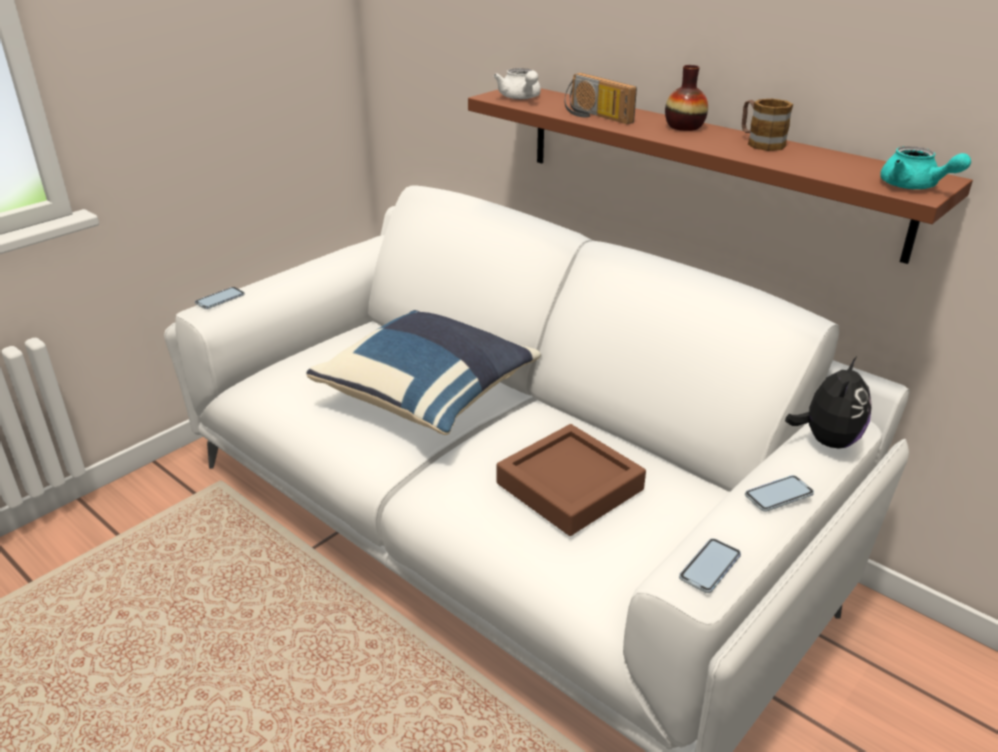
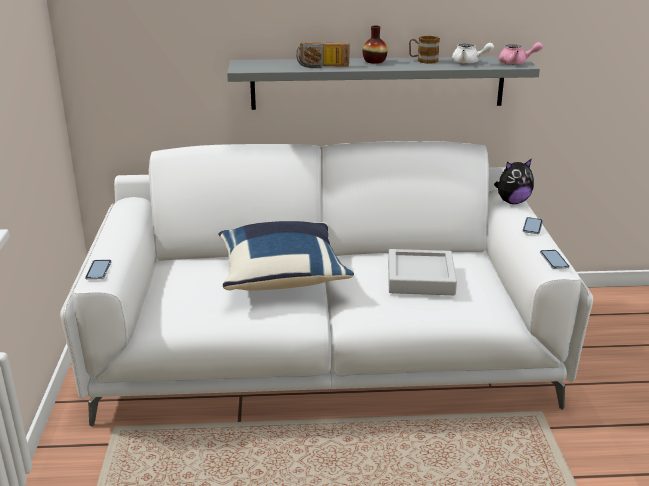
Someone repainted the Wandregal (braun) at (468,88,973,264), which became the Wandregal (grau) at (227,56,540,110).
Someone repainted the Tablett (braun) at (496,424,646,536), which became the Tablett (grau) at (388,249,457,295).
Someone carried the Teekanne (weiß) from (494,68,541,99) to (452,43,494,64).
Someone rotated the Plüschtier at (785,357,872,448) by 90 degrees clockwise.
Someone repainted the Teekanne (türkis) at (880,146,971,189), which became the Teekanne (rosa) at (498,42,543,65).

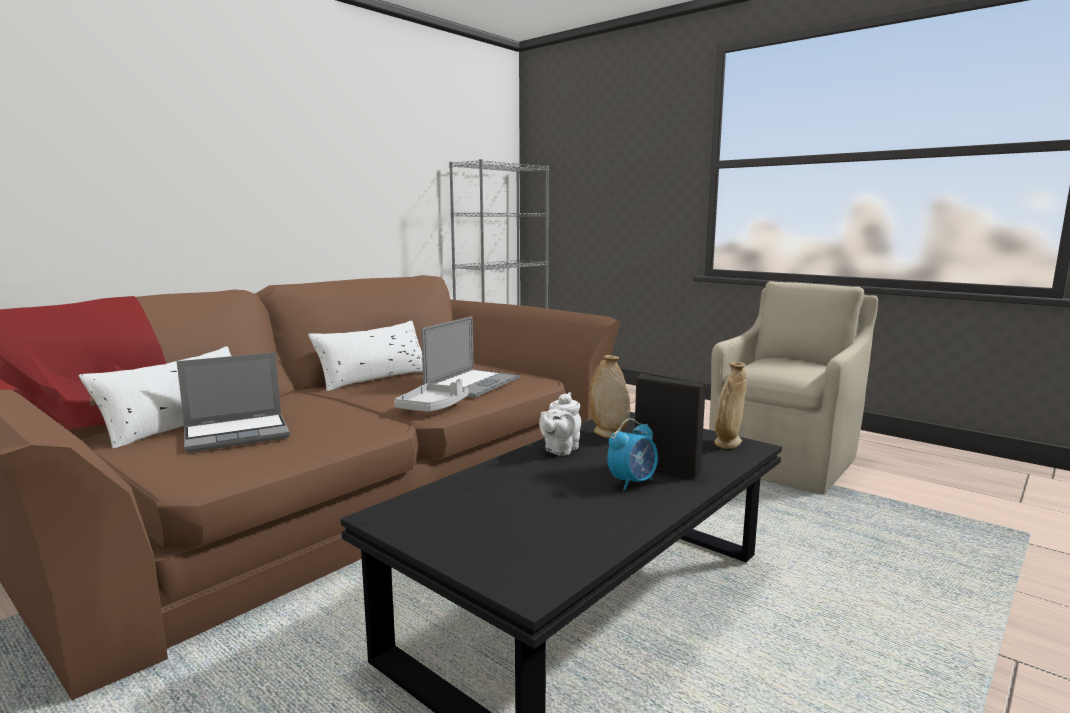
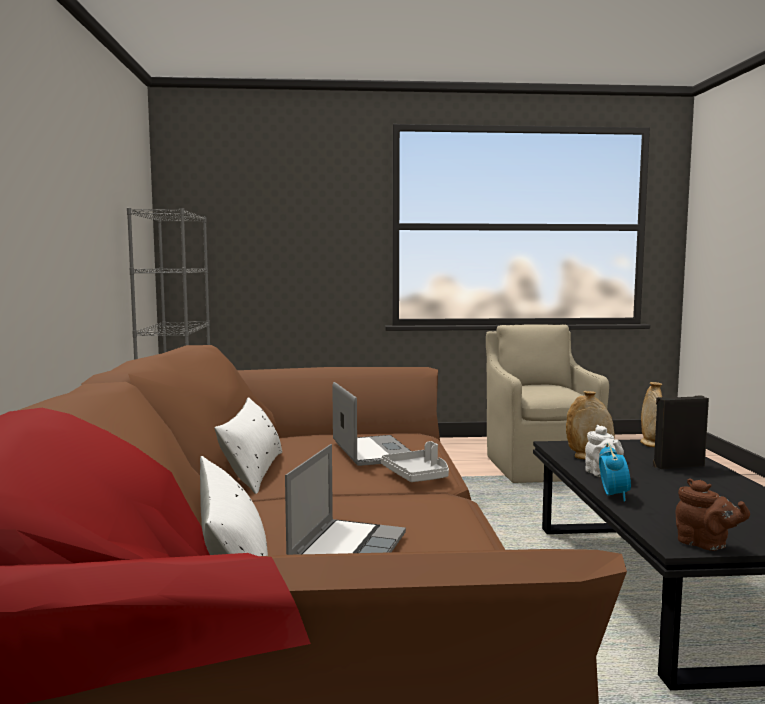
Someone carried the Wecker from (607,418,658,490) to (599,443,631,501).
Someone put down the Teekanne (braun) at (675,478,750,551).

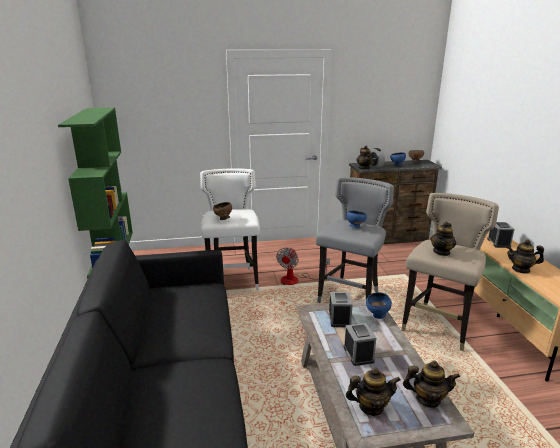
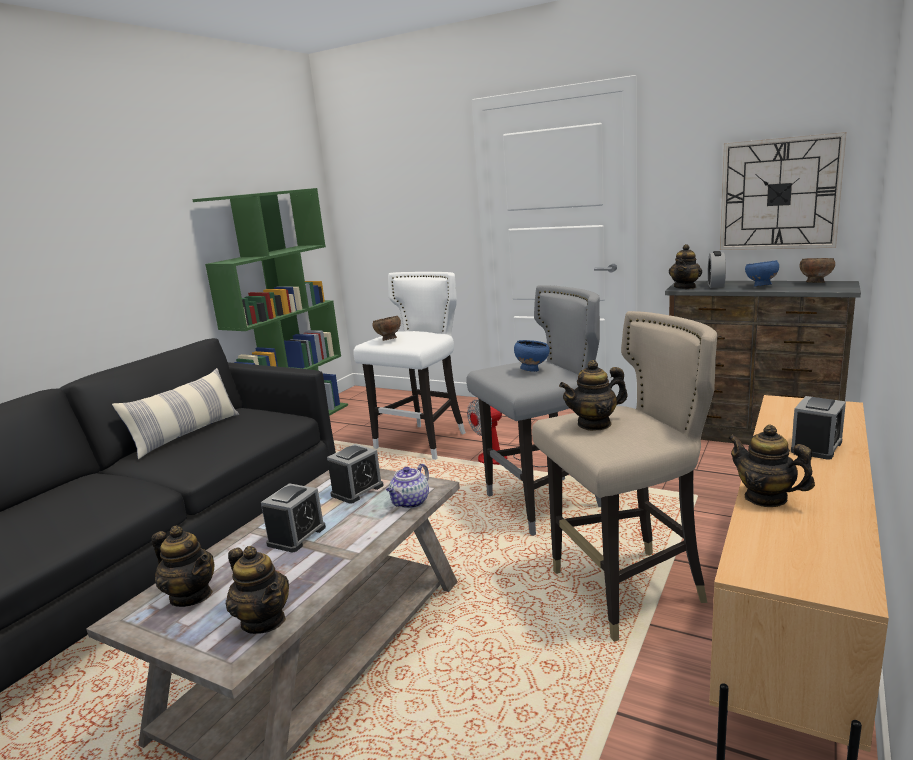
Someone put down the Kissen at (112,368,239,459).
Someone swapped the Schüssel (blau) at (366,292,392,319) for the Teekanne at (386,464,429,508).
Someone put up the Wanduhr at (720,132,846,250).

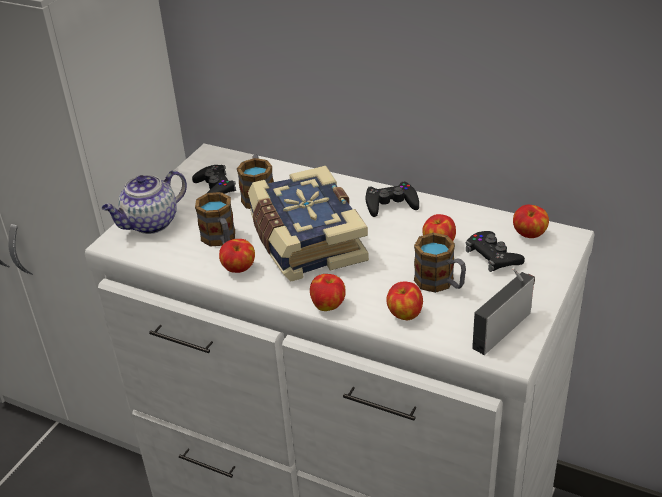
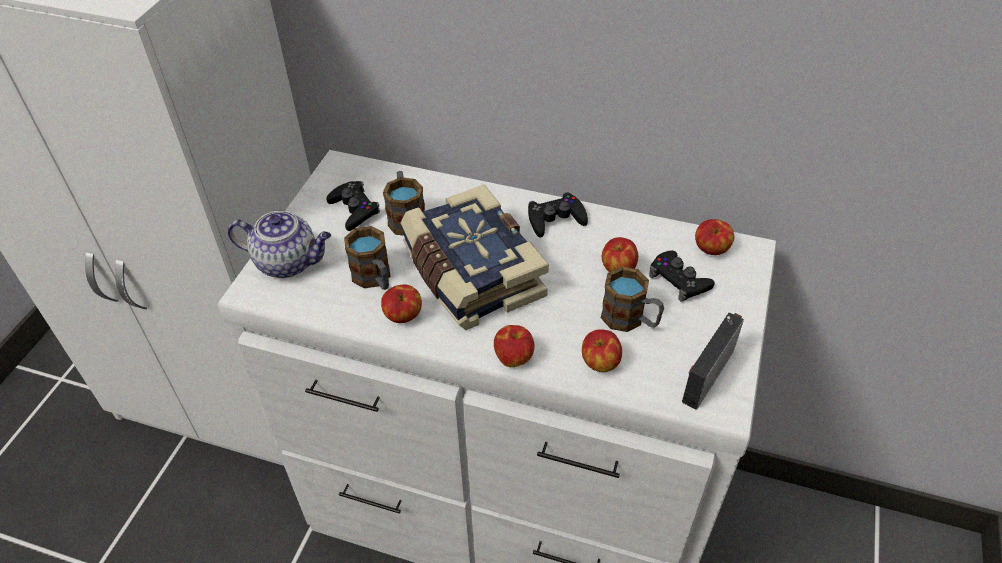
Someone rotated the Teekanne at (102,170,187,234) by 120 degrees counterclockwise.

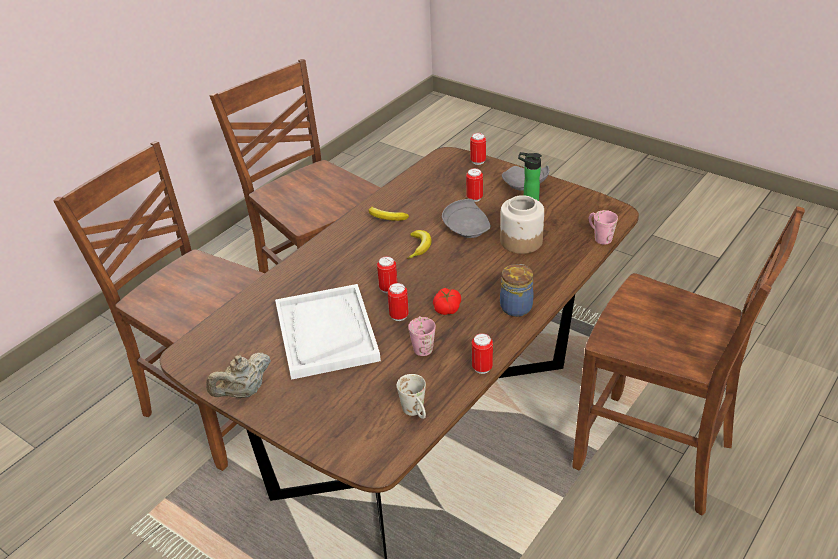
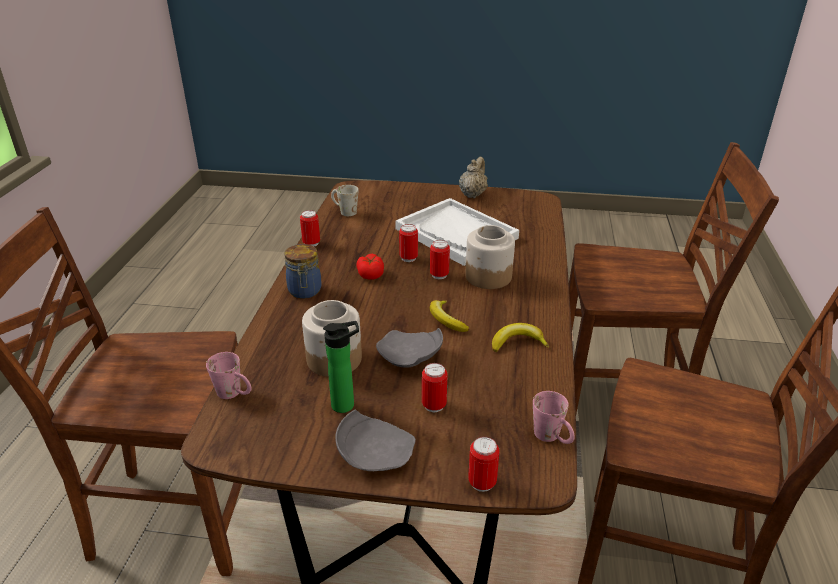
Someone put down the Vorratsglas at (465,225,515,289).
Someone carried the Henkelbecher (rosa) from (408,316,436,356) to (533,391,575,444).

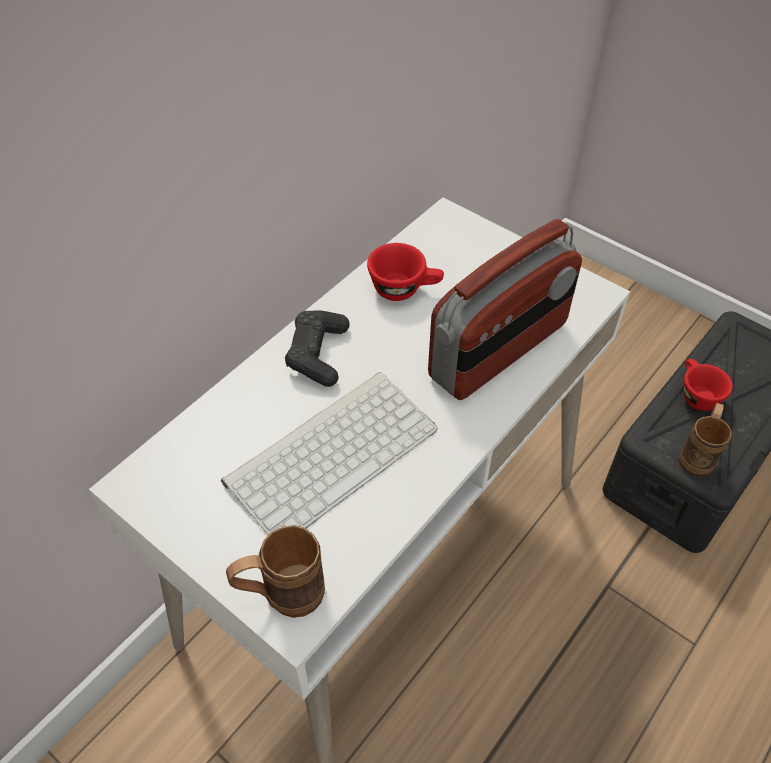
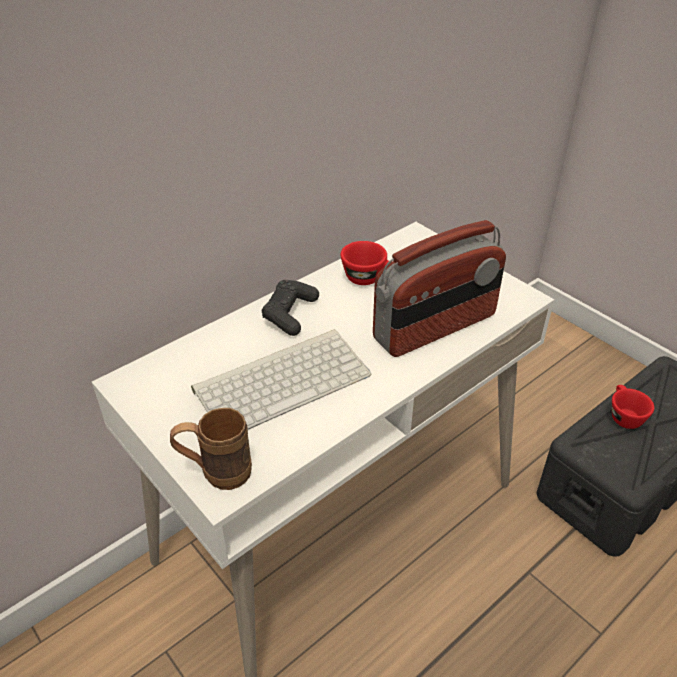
Someone took away the Henkelbecher (braun) at (678,403,732,477).

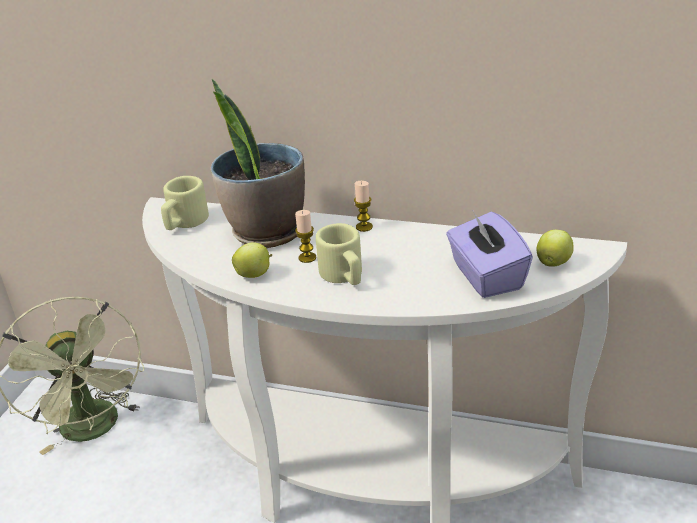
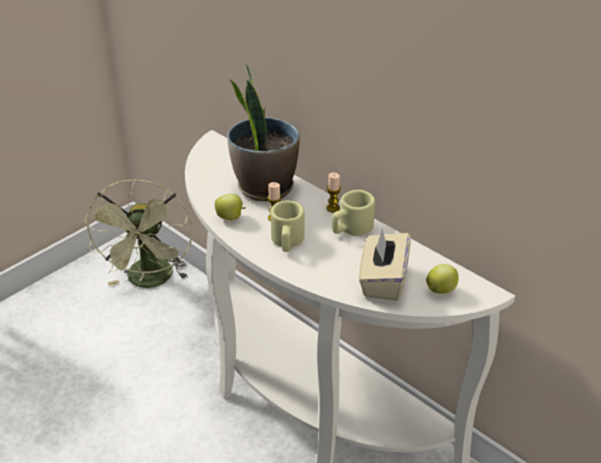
Someone carried the Henkelbecher (beige) from (161,176,209,230) to (332,190,375,236).
Someone repainted the Taschentuchbox (lila) at (446,211,533,298), which became the Taschentuchbox (beige) at (359,229,411,301).

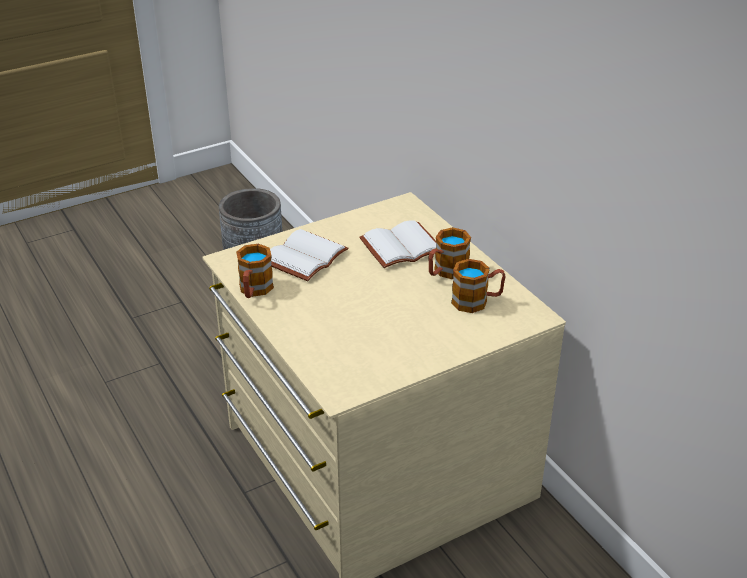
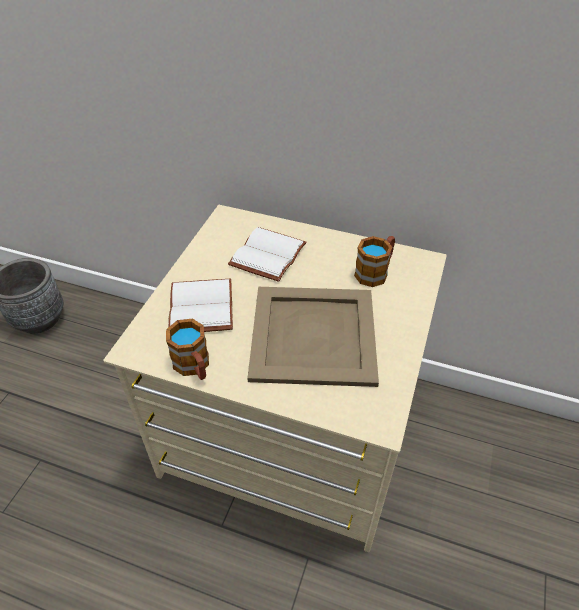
Someone put down the Tablett (beige) at (247,287,379,387).
Someone took away the Henkelbecher at (428,227,471,279).

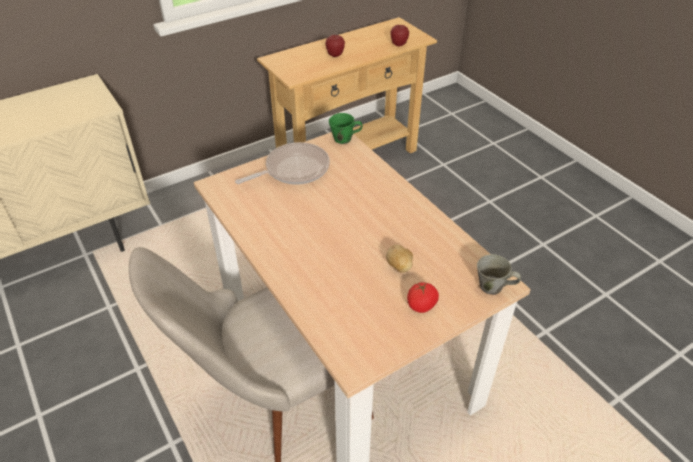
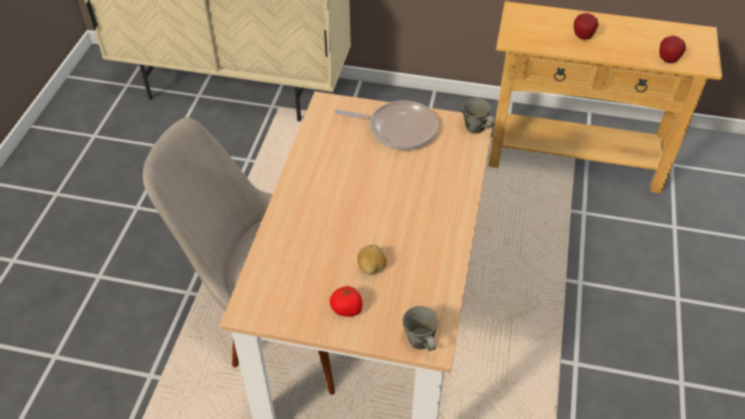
Someone repainted the Henkelbecher (grün) at (329,113,362,144), which became the Henkelbecher (grau) at (462,98,495,134).

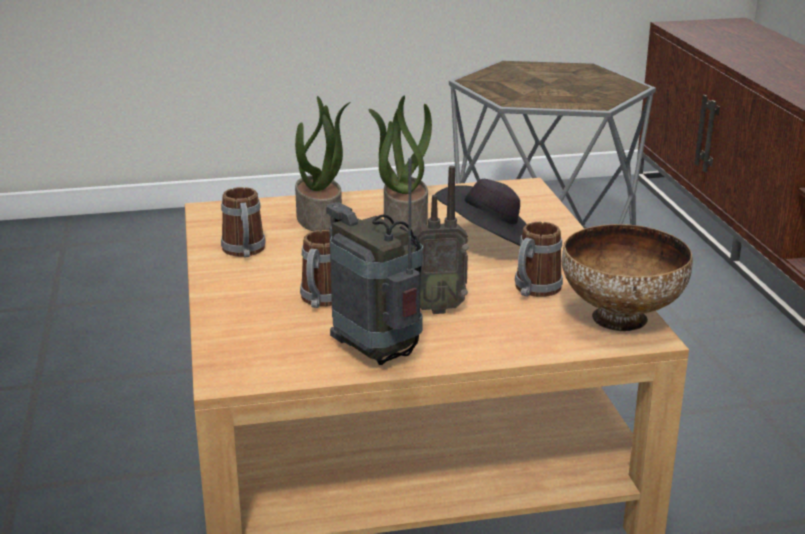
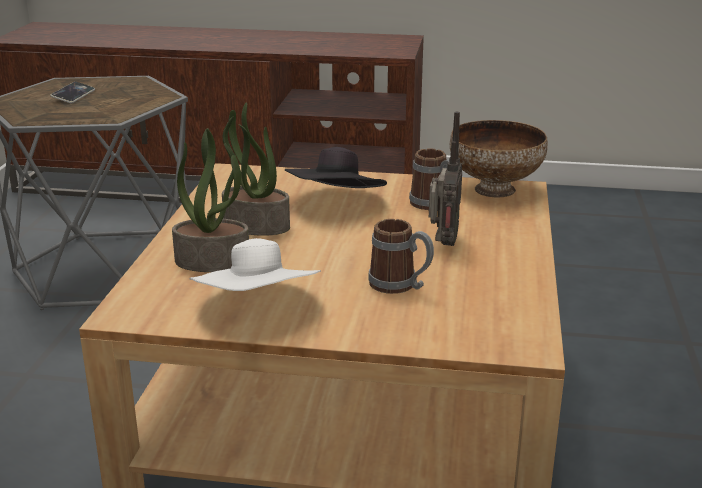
Someone put down the Handy at (50,82,95,103).
Someone swapped the Henkelbecher at (221,187,266,258) for the Hut (weiß) at (190,238,321,291).
Someone took away the Radio at (326,158,423,365).

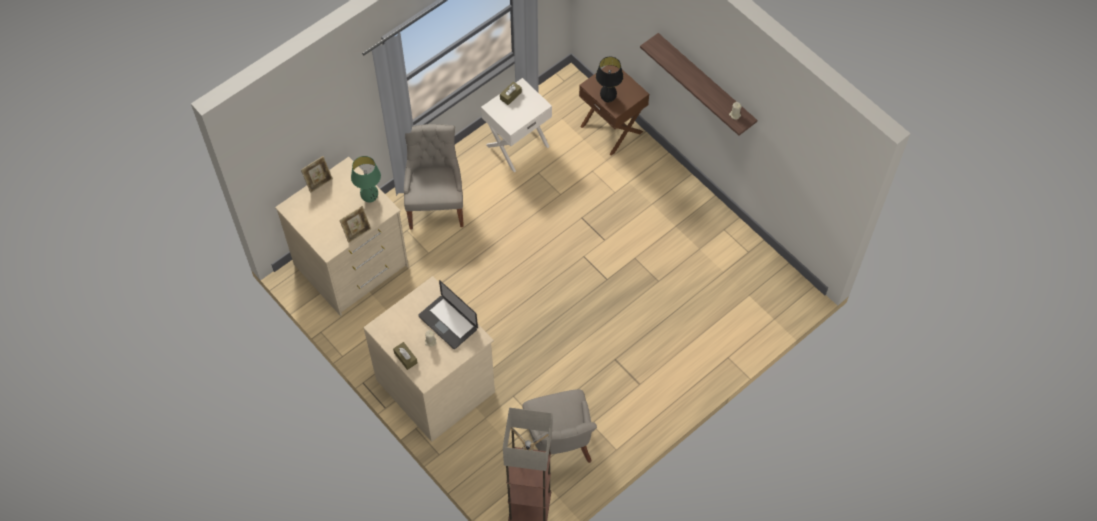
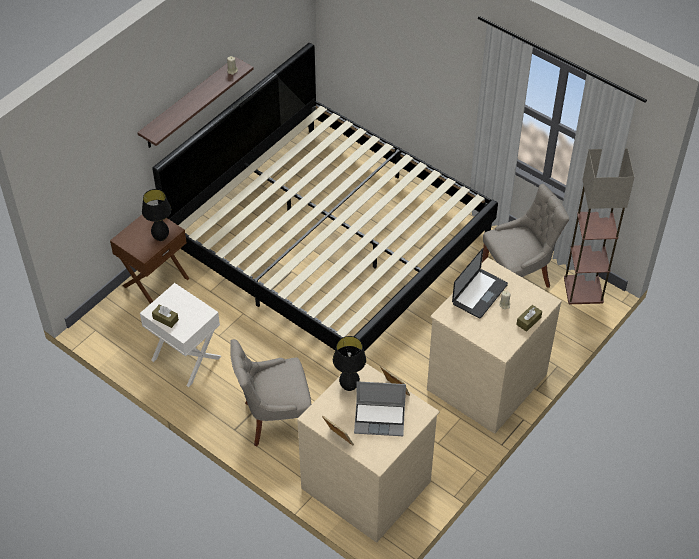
Someone put down the Bett at (152,43,498,357).
Someone repainted the Tischlampe (grün) at (351,156,381,203), which became the Tischlampe (schwarz) at (333,336,366,391).
Someone put down the Laptop at (354,381,406,436).

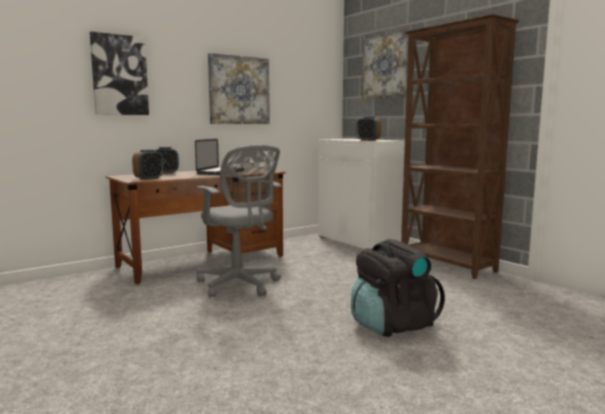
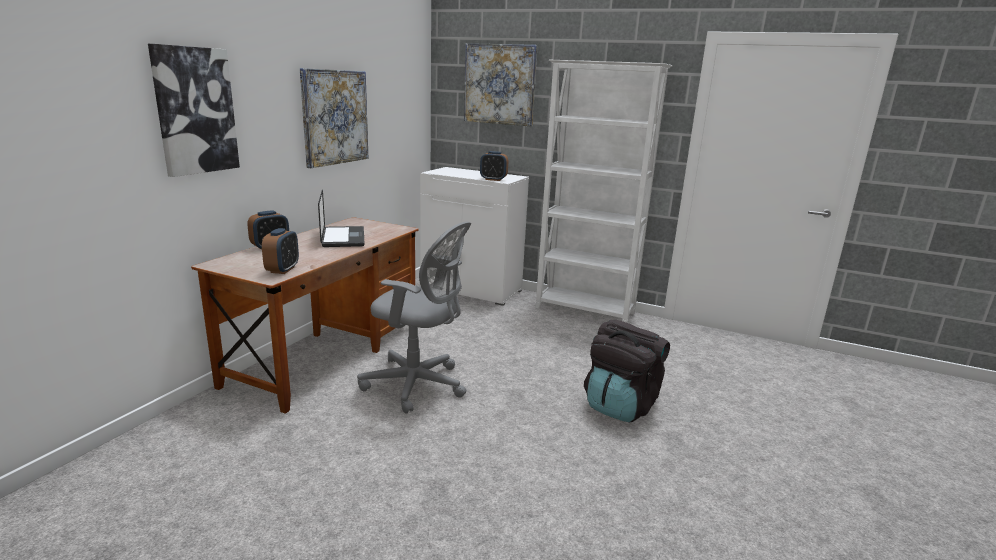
Someone repainted the Bücherregal (braun) at (401,14,520,279), which became the Bücherregal (weiß) at (536,60,673,323).

